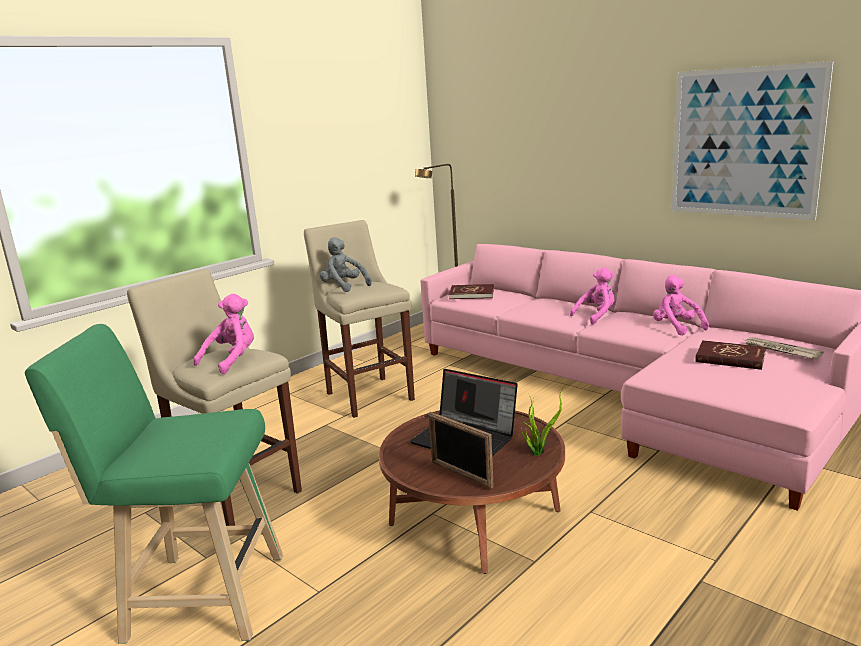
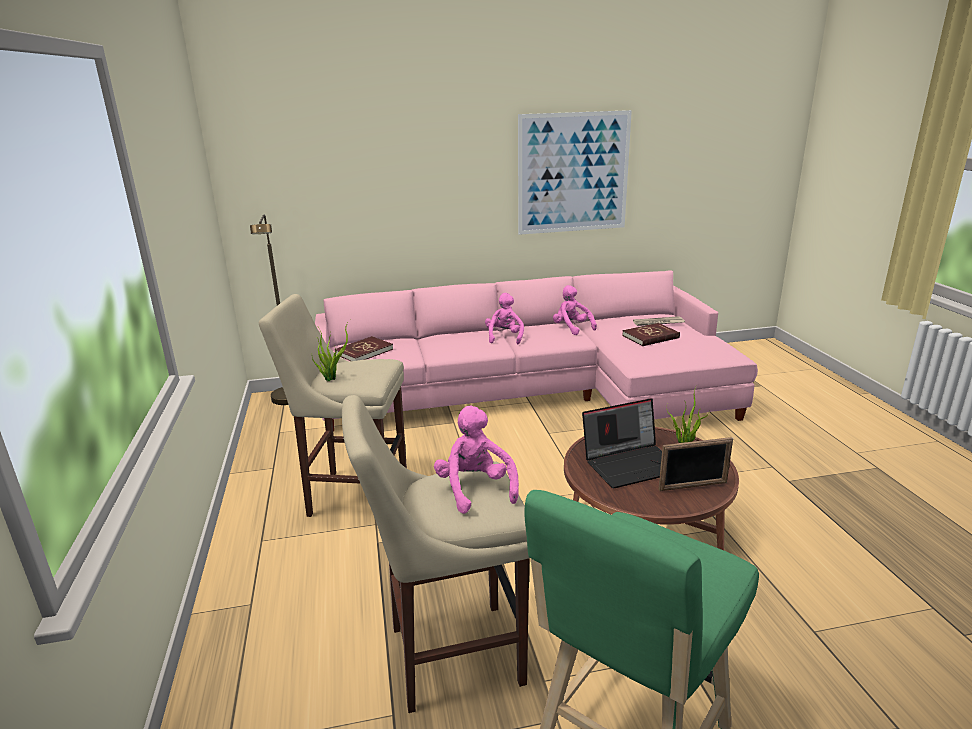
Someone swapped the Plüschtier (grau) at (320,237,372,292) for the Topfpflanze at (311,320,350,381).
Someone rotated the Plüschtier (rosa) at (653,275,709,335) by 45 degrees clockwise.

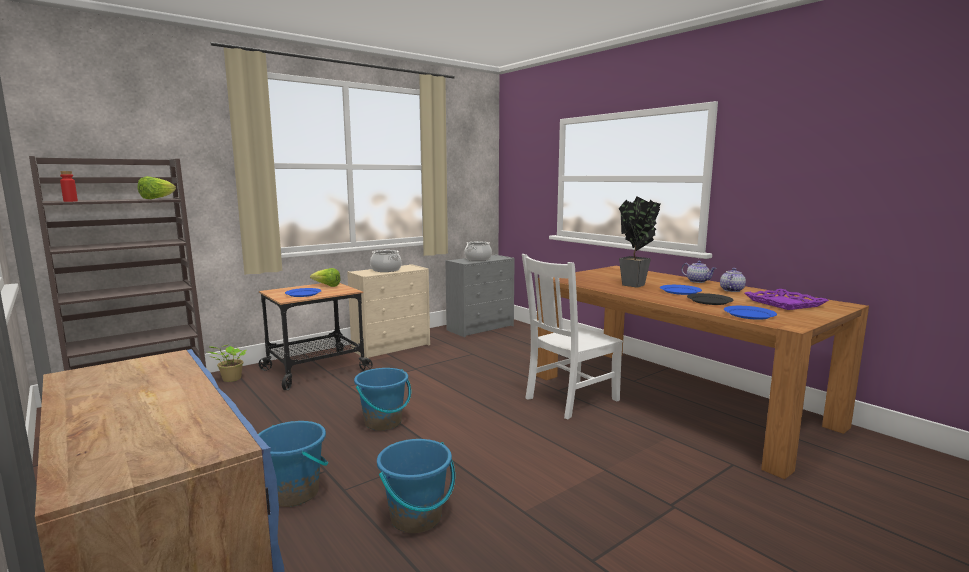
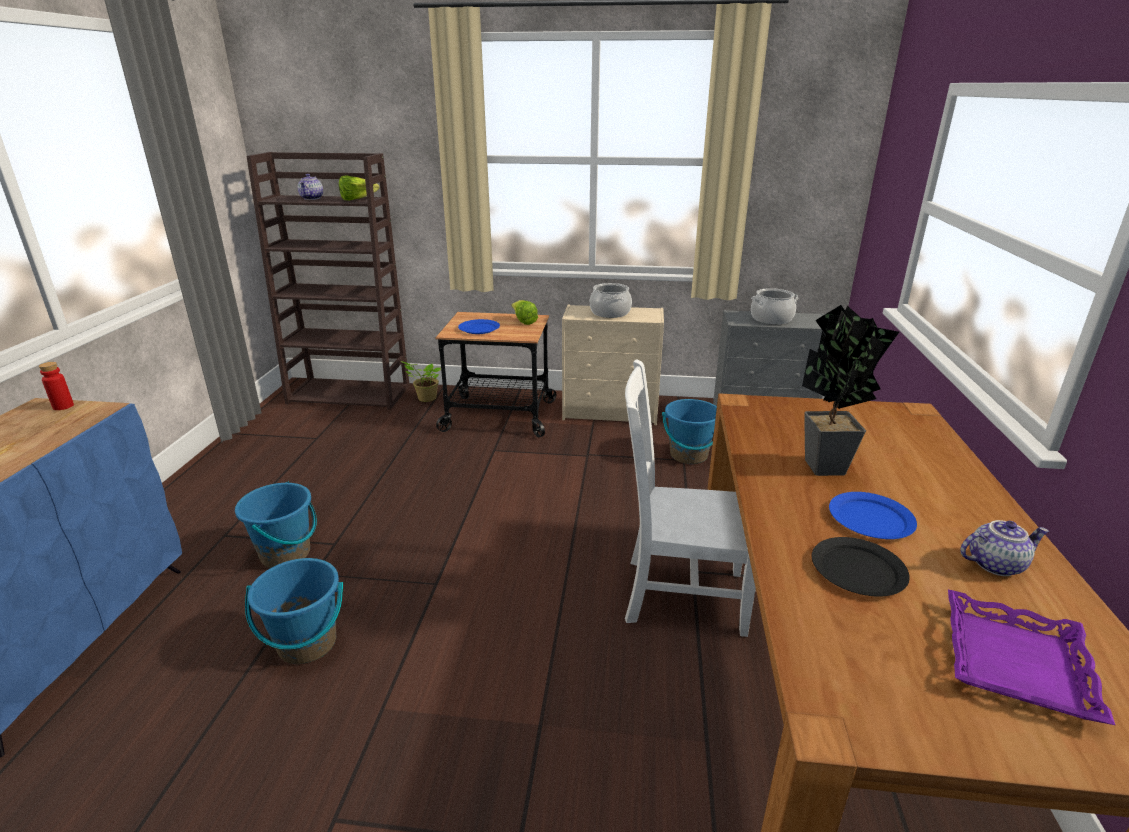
Someone carried the Flasche (rot) from (60,171,78,202) to (39,362,74,410).
Someone carried the Teekanne from (681,261,717,283) to (298,174,323,200).
Someone carried the Eimer (blau) from (354,368,411,431) to (662,399,717,464).
Someone took away the Teller (blau) at (724,306,777,320).

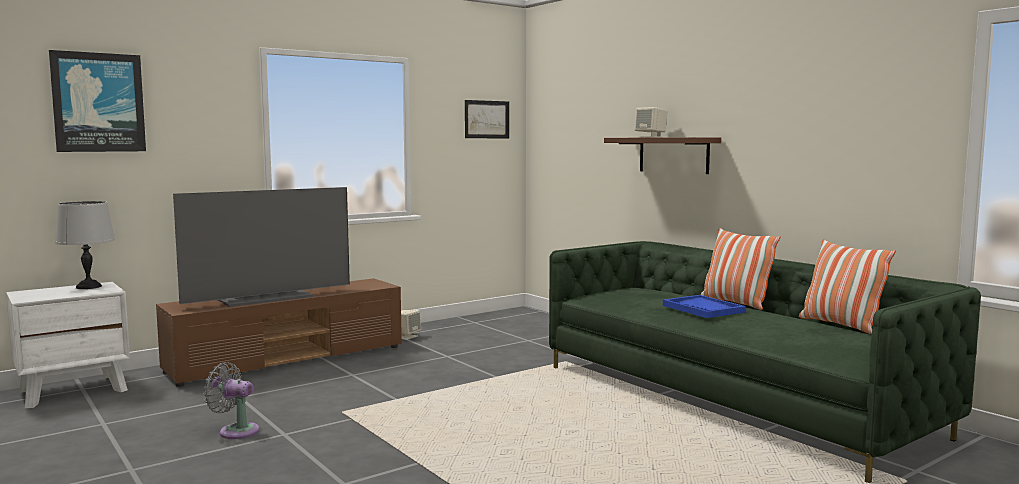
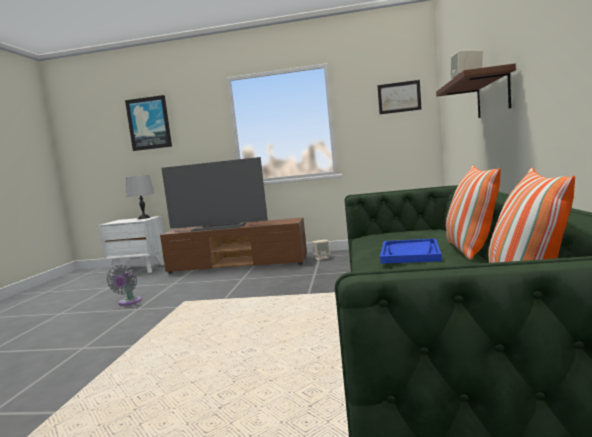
Someone rotated the Ventilator (grau) at (203,362,259,439) by 150 degrees counterclockwise.

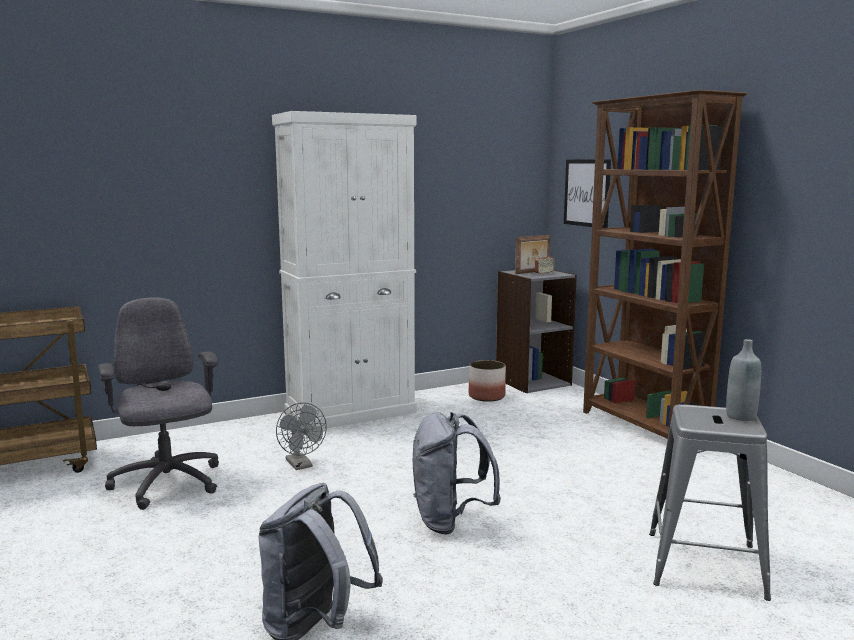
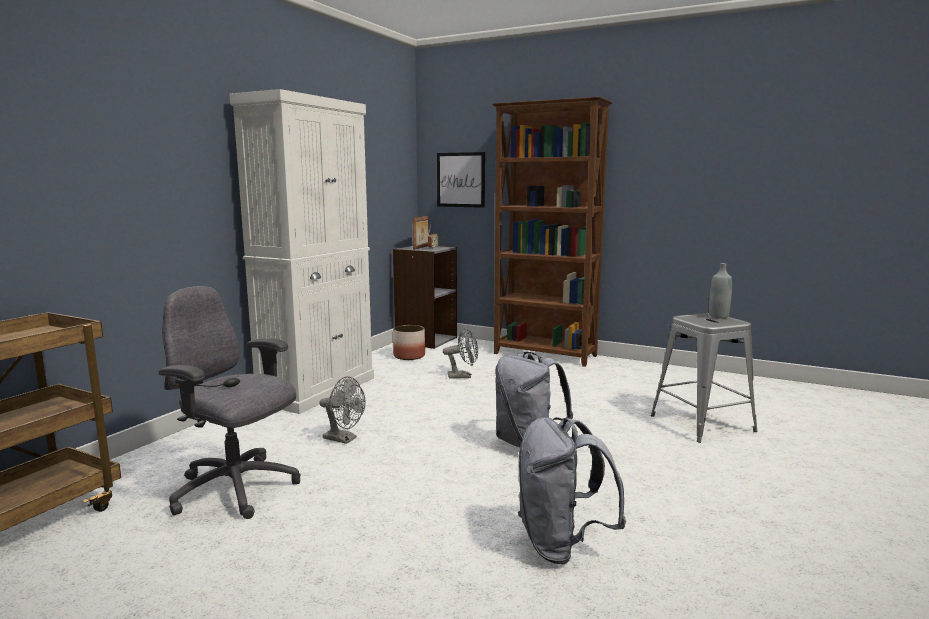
Someone put down the Ventilator (grau) at (443,328,478,379).

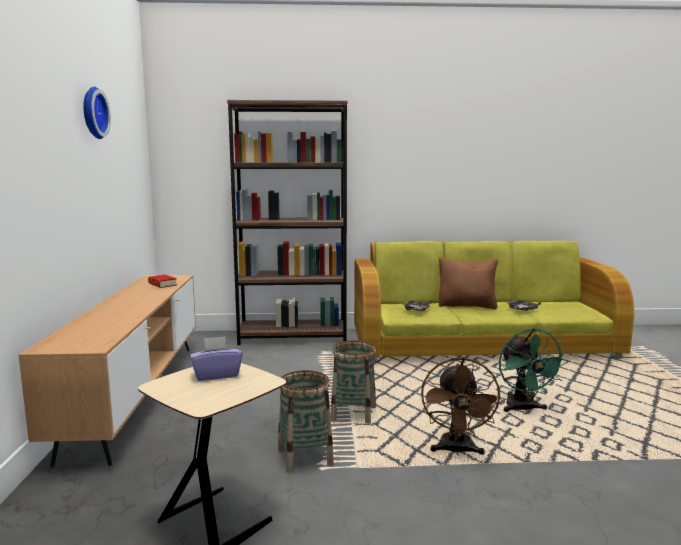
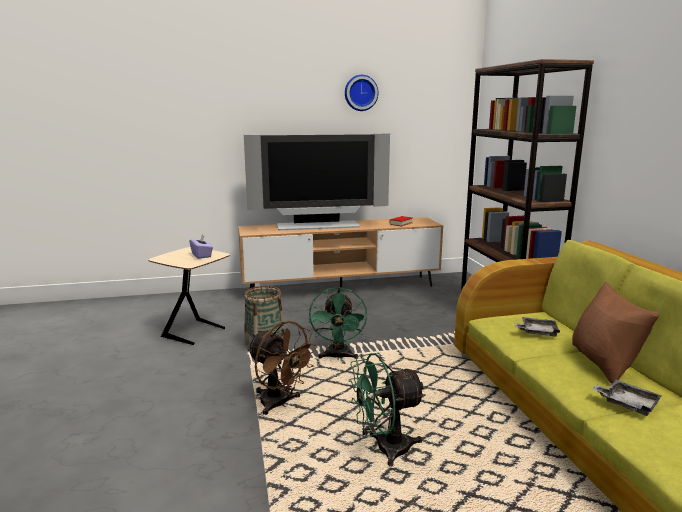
Someone put down the Fernseher at (244,133,390,230).
Someone rotated the Ventilator (braun) at (421,357,502,455) by 135 degrees counterclockwise.
Someone swapped the Korb at (331,340,376,424) for the Ventilator (grün) at (308,287,367,360).

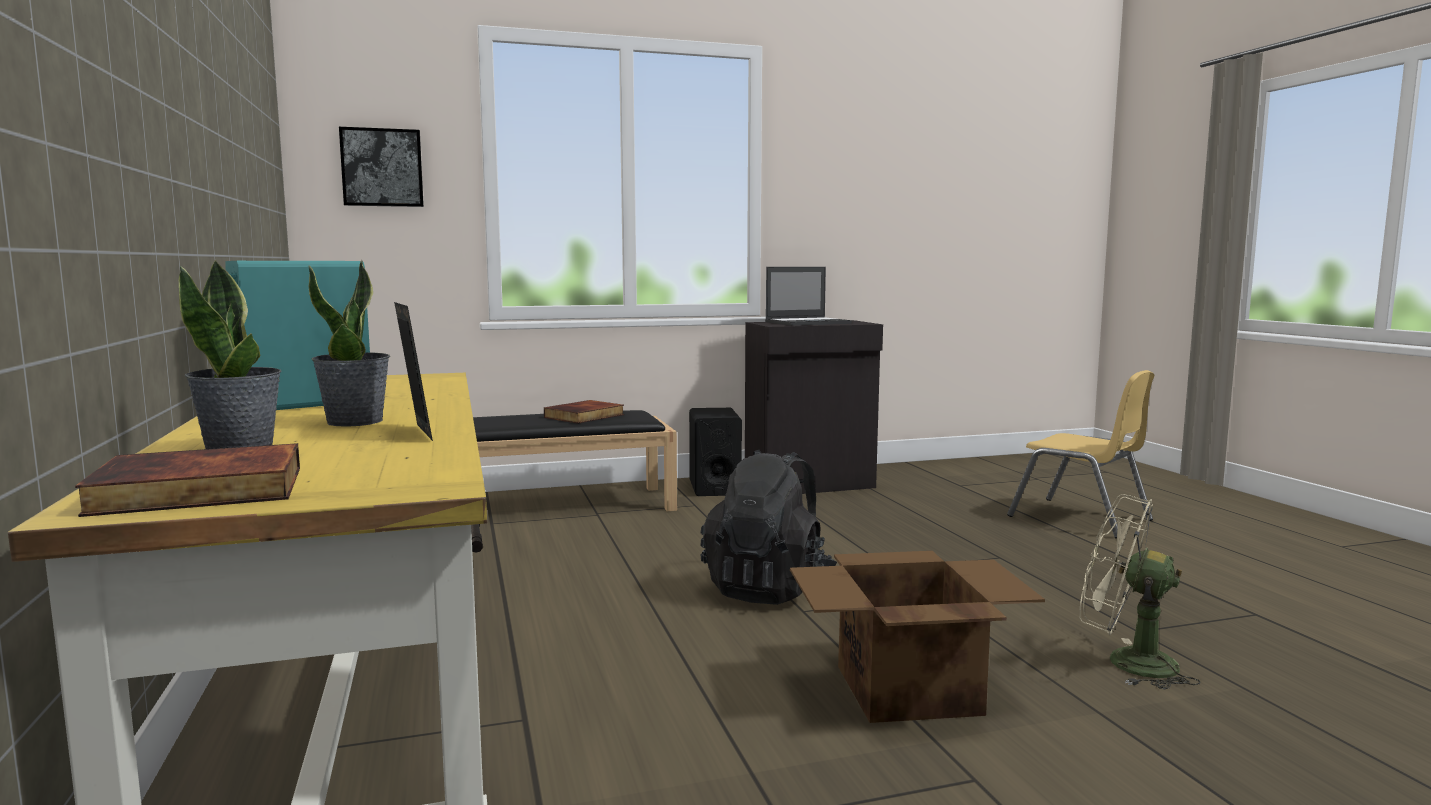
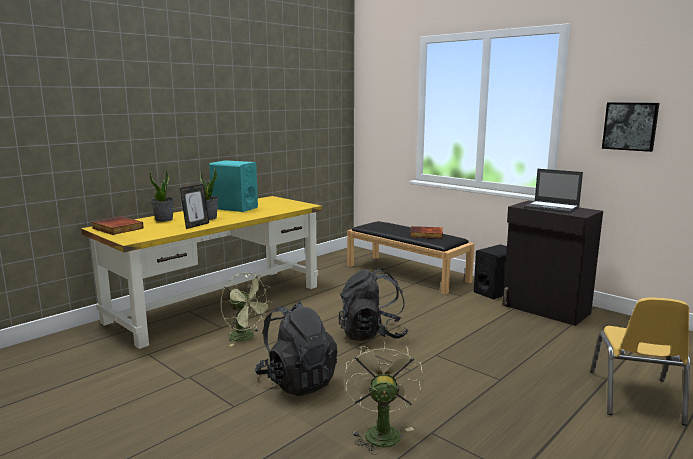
Someone put down the Ventilator (grün) at (221,273,272,346).
Someone swapped the Karton at (790,551,1045,723) for the Rucksack (schwarz) at (255,301,338,396).
Someone carried the Bild from (339,127,424,207) to (602,102,659,152).

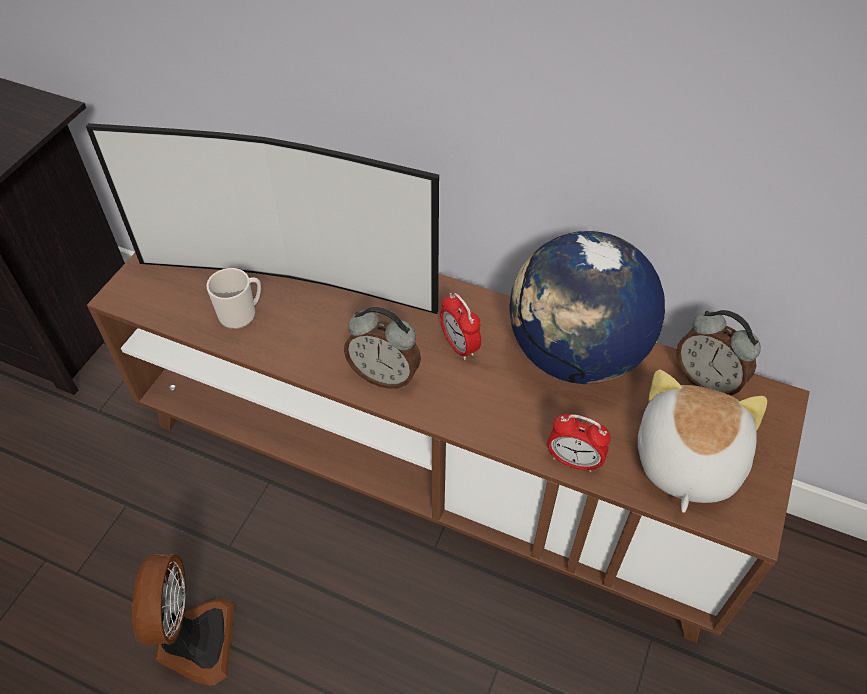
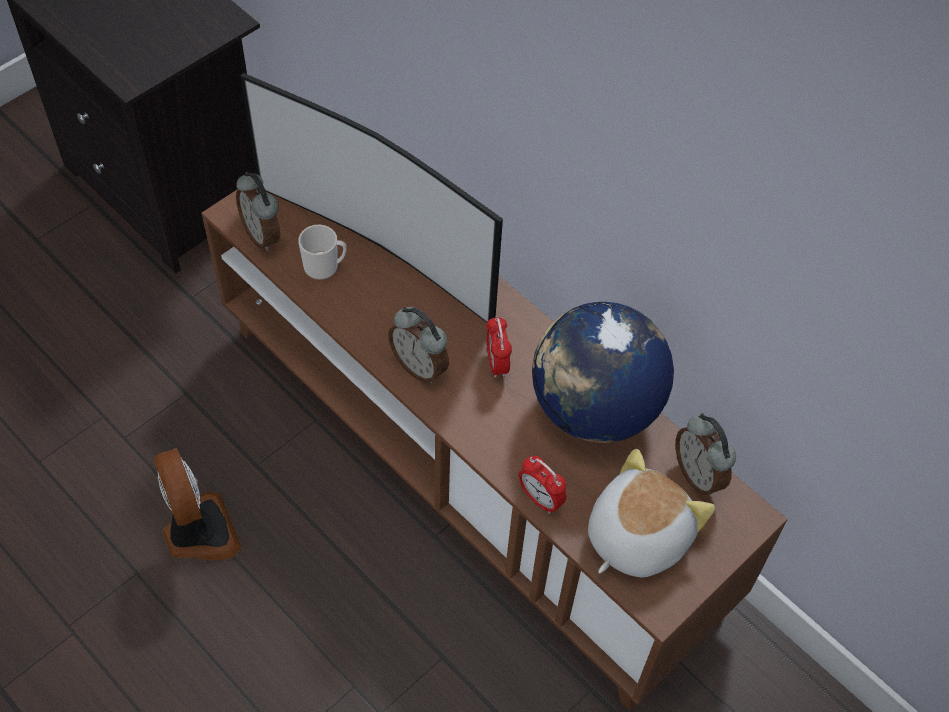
Someone rotated the Ventilator at (132,554,235,686) by 45 degrees counterclockwise.
Someone put down the Wecker at (236,172,280,251).

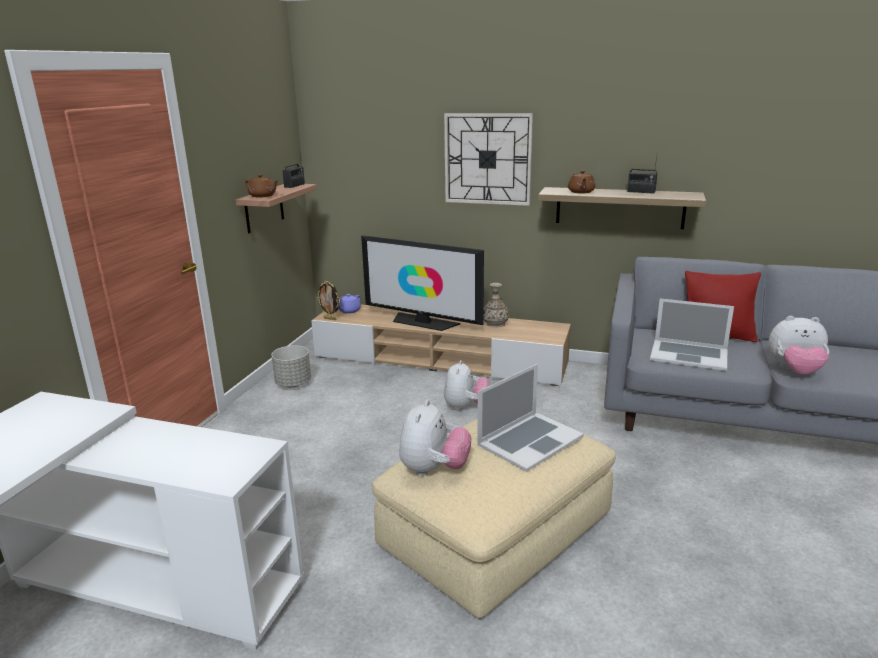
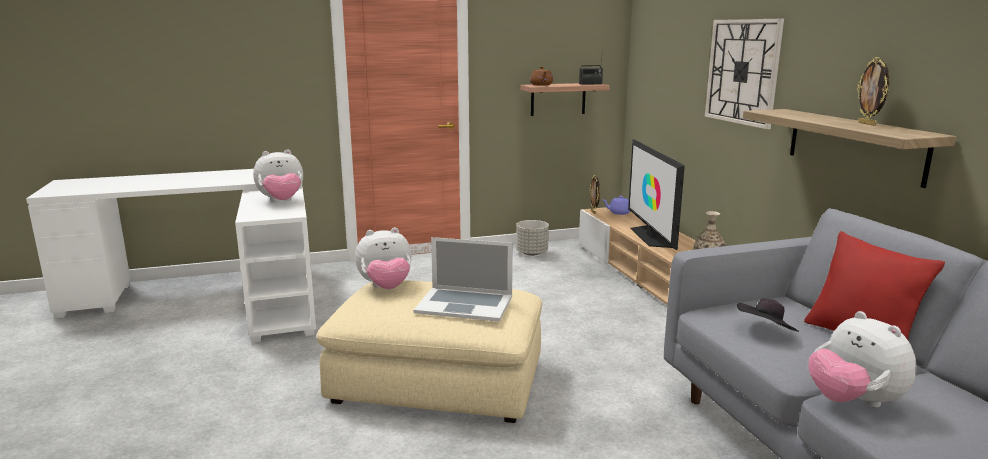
Someone carried the Plüschtier from (444,360,490,411) to (253,149,303,202).
Someone swapped the Laptop at (650,298,734,371) for the Hut (schwarz) at (737,298,799,332).
Someone swapped the Radio at (627,156,657,194) for the Bilderrahmen at (857,57,889,126).
Someone took away the Teekanne (braun) at (568,170,596,193).

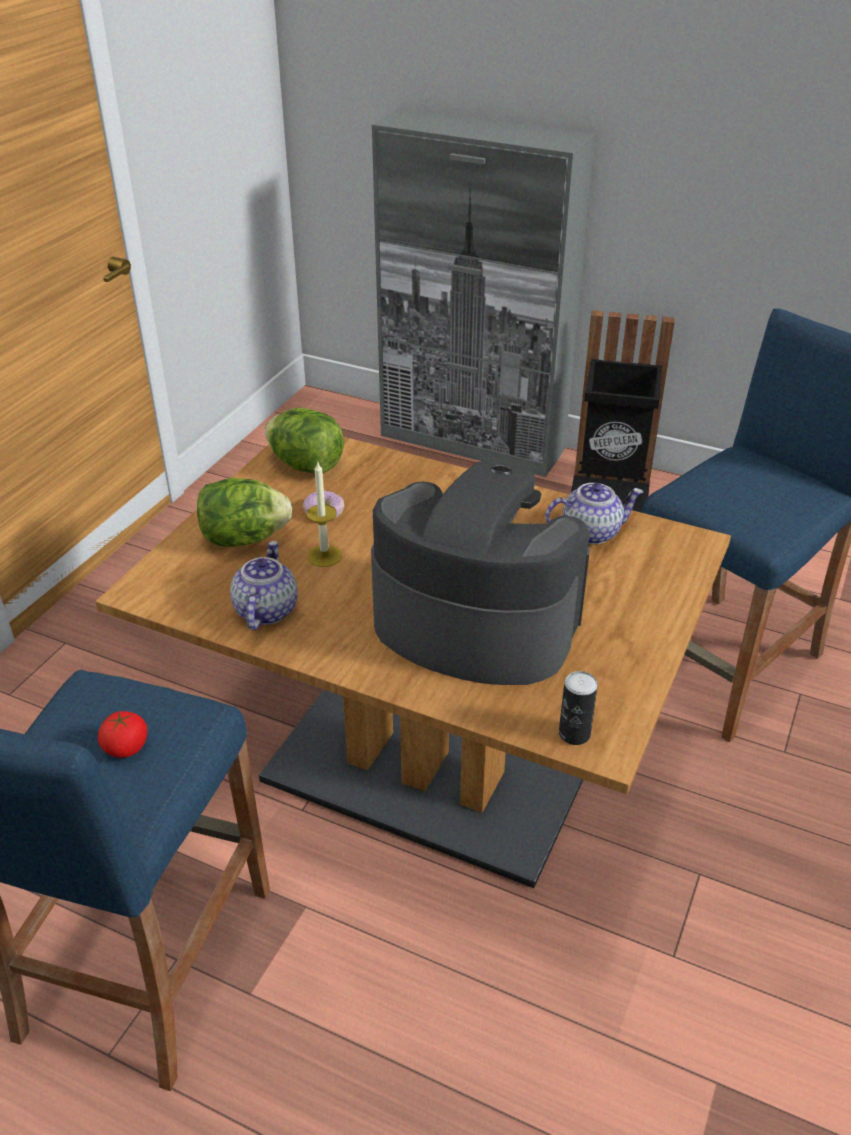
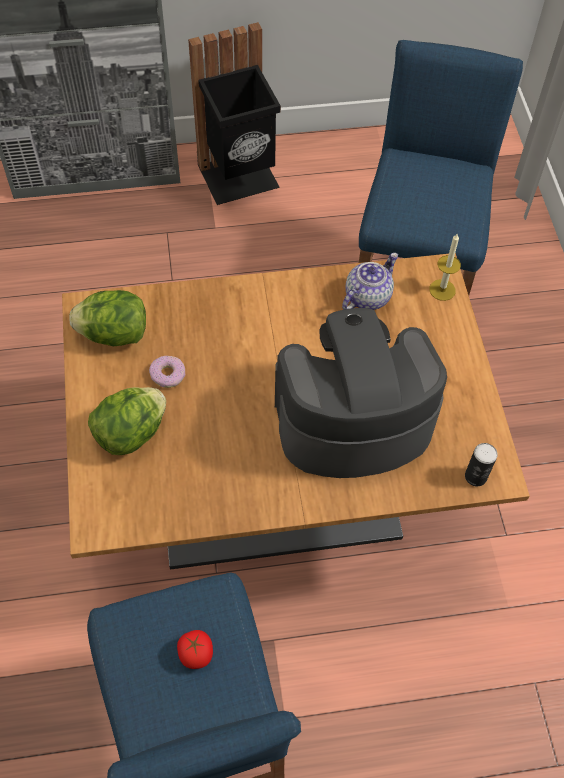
Someone carried the Kerze from (307,462,342,567) to (429,234,461,301).
Someone took away the Teekanne at (230,541,297,630).

